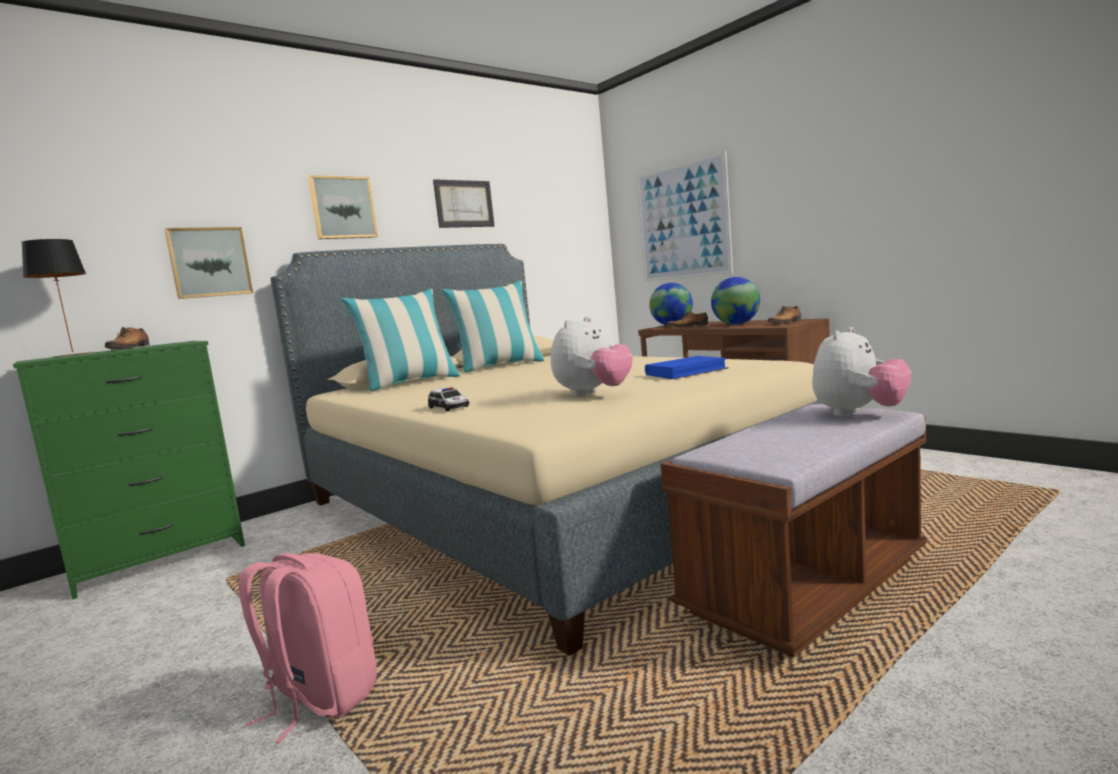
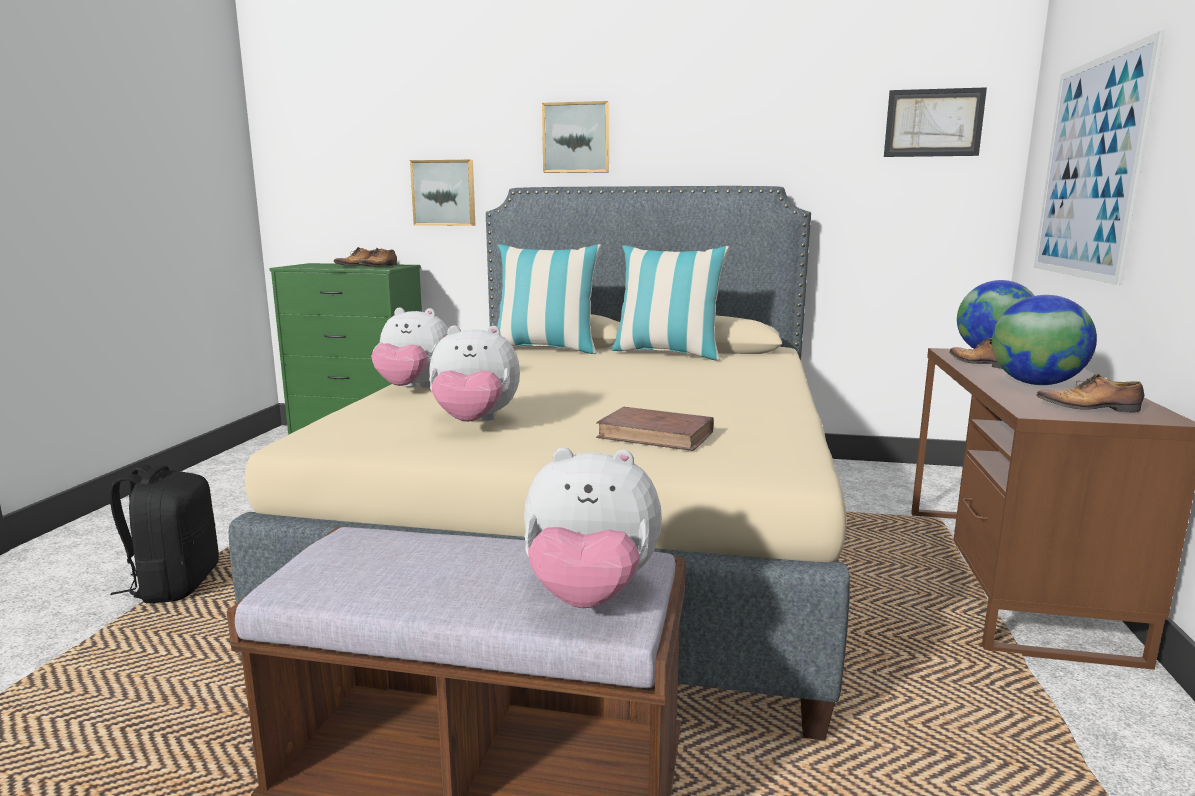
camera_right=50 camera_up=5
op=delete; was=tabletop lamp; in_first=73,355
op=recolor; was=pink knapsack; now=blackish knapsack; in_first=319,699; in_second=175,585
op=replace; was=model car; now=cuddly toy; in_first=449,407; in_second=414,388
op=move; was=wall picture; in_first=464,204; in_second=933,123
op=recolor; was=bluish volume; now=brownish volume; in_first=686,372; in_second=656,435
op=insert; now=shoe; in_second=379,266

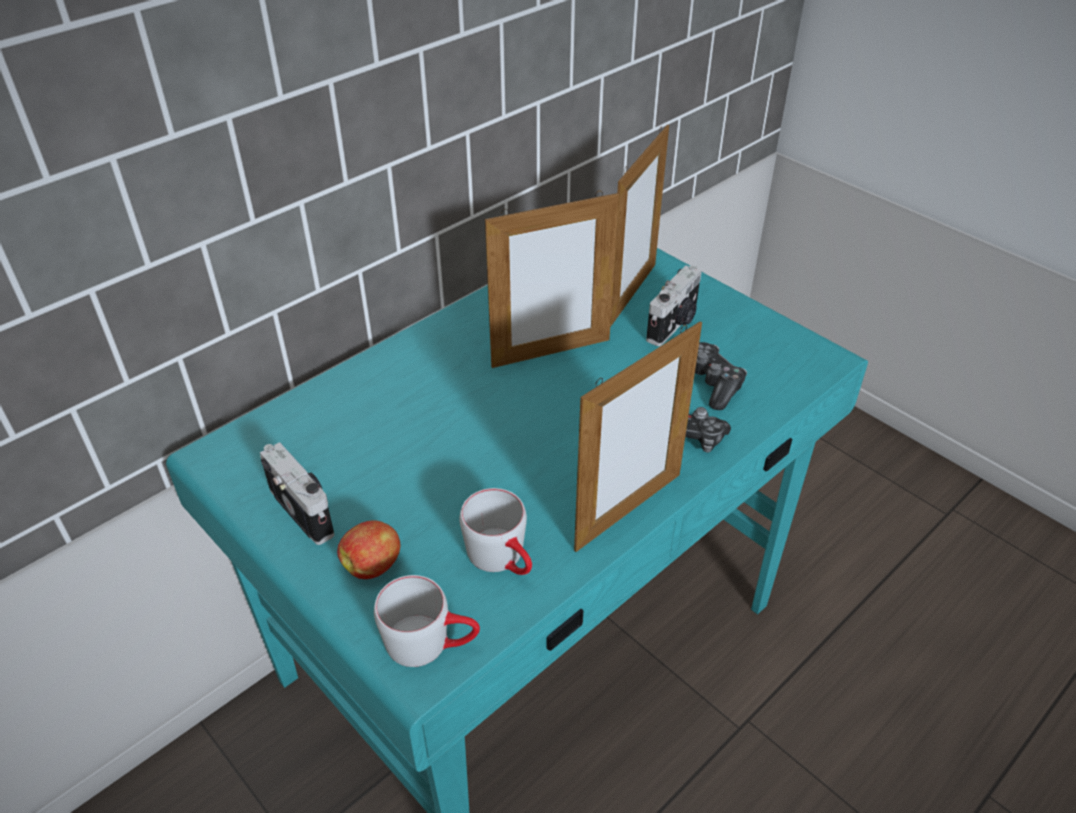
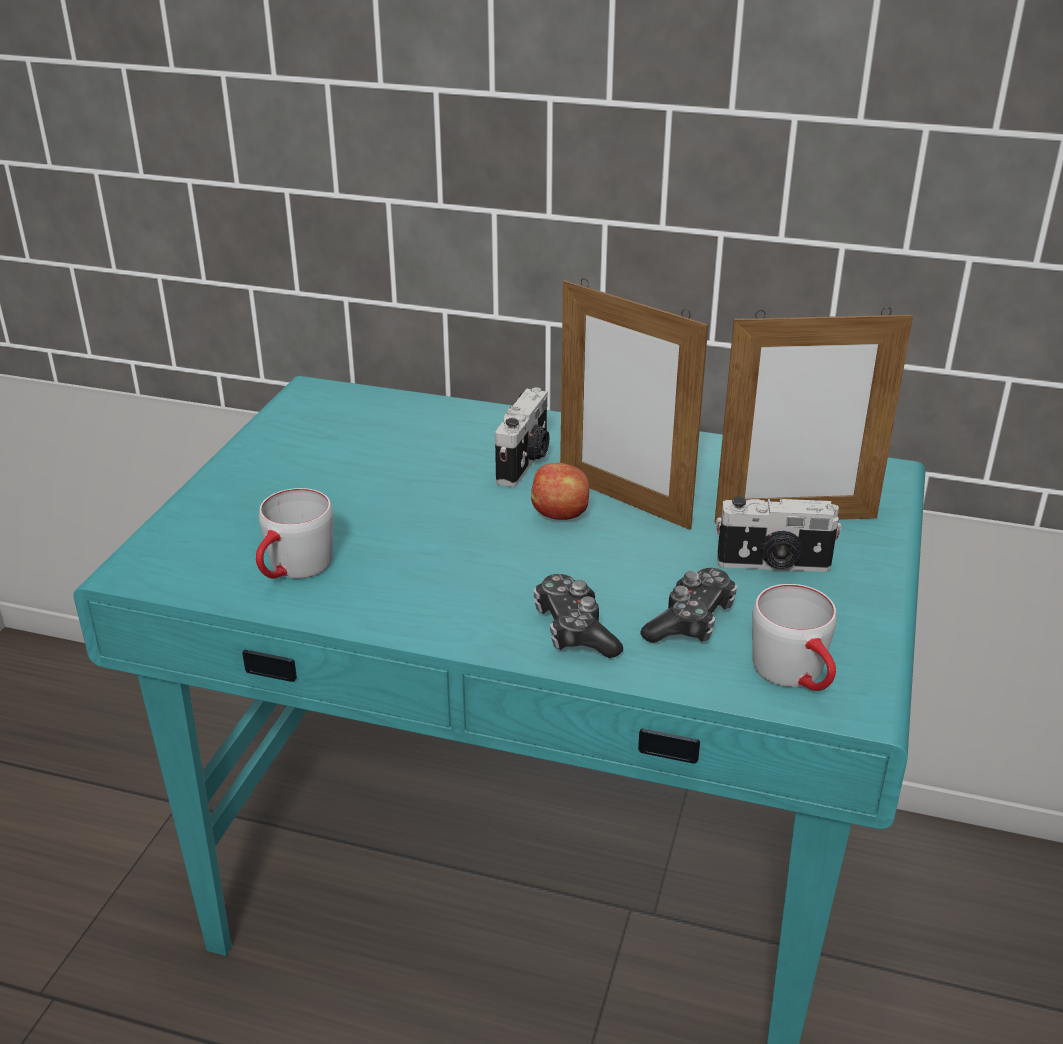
camera_right=60 camera_up=-10
op=move; was=photo camera; in_first=304,510; in_second=525,462
op=move; was=whole apple; in_first=373,565; in_second=561,515
op=move; was=greyish tea mug; in_first=431,643; in_second=797,676
op=delete; was=photo frame; in_first=628,511

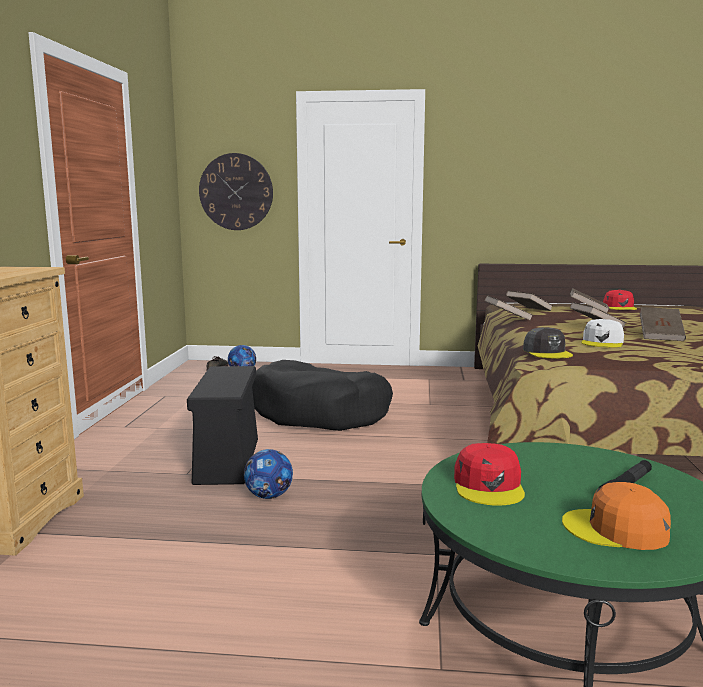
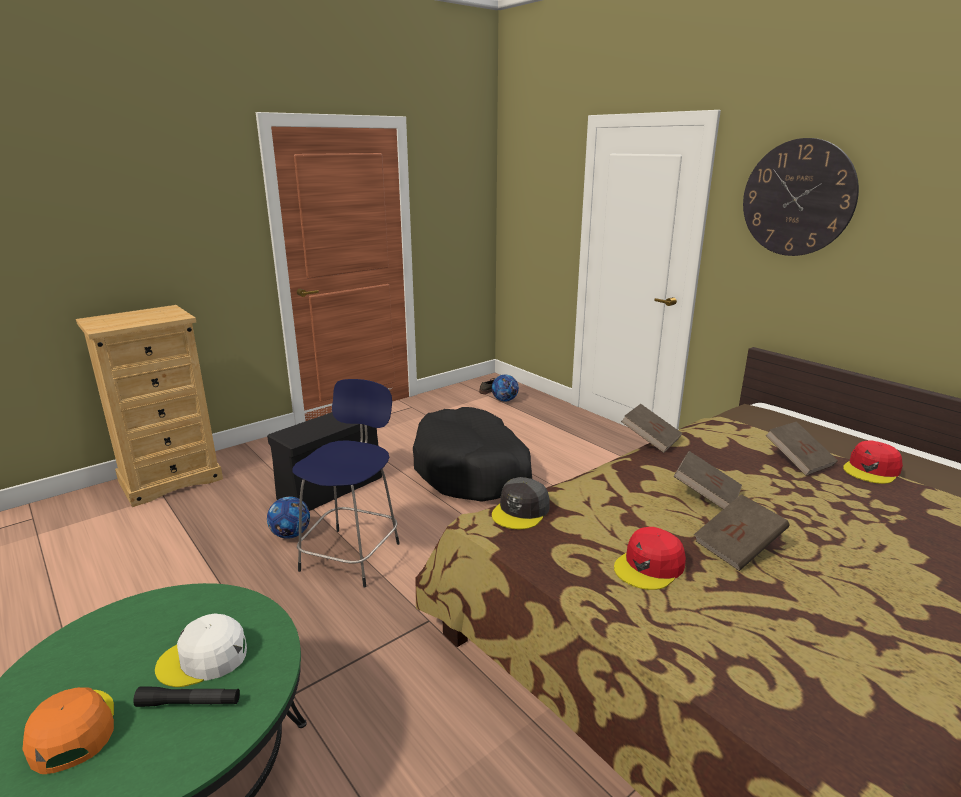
camera_right=45 camera_up=10
op=move; was=clock on the wall; in_first=236,192; in_second=797,198
op=move; was=red cap; in_first=489,486; in_second=650,566
op=delete; was=brownish volume; in_first=528,311
op=move; was=white cap; in_first=602,342; in_second=204,658
op=insert; now=bluish sitting stool; in_second=352,554

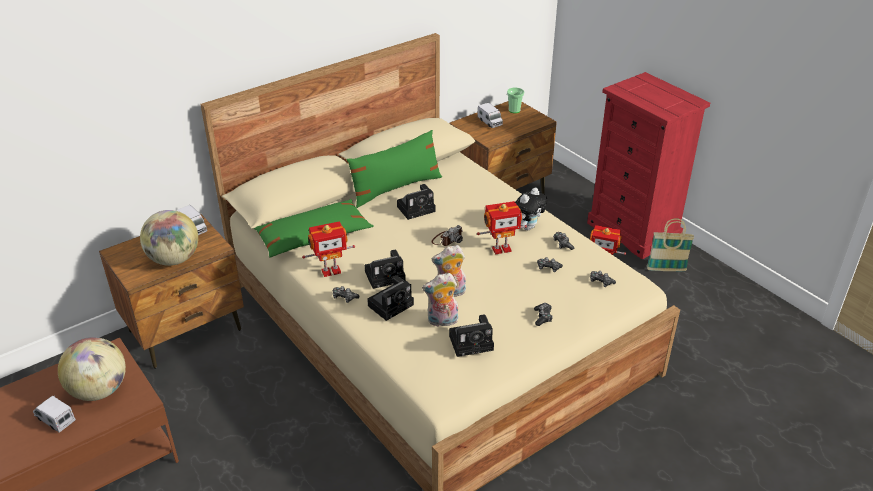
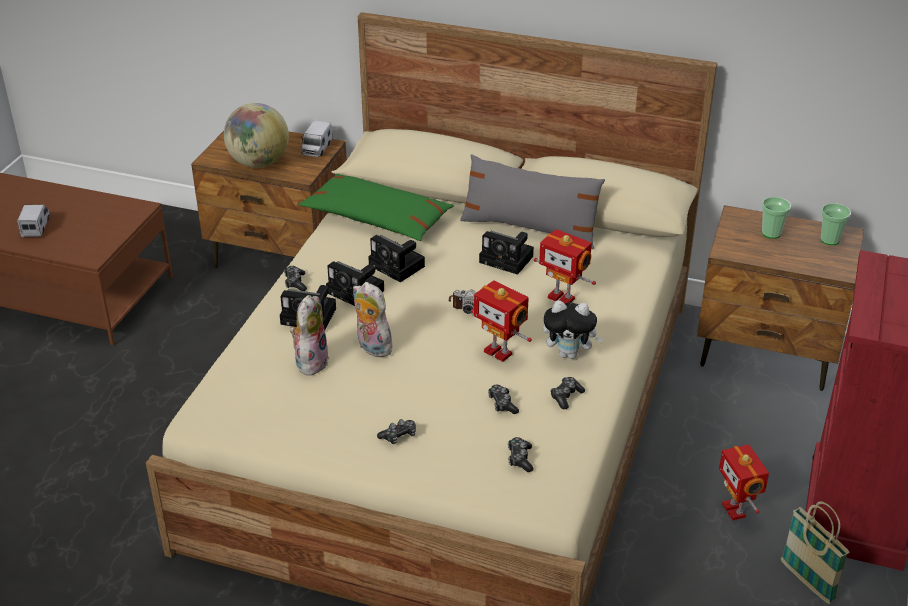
camera_right=55 camera_up=0
op=delete; was=globe; in_first=99,390
op=move; was=toy robot; in_first=330,271; in_second=562,297
op=recolor; was=greenish throw pillow; now=greyish throw pillow; in_first=395,188; in_second=530,228
op=rotate; was=cuddly toy; in_first=442,321; in_second=310,361; clockwise=60
op=move; was=photo camera; in_first=473,342; in_second=399,266
op=replace; was=model truck; now=drinking cup; in_first=490,122; in_second=771,233

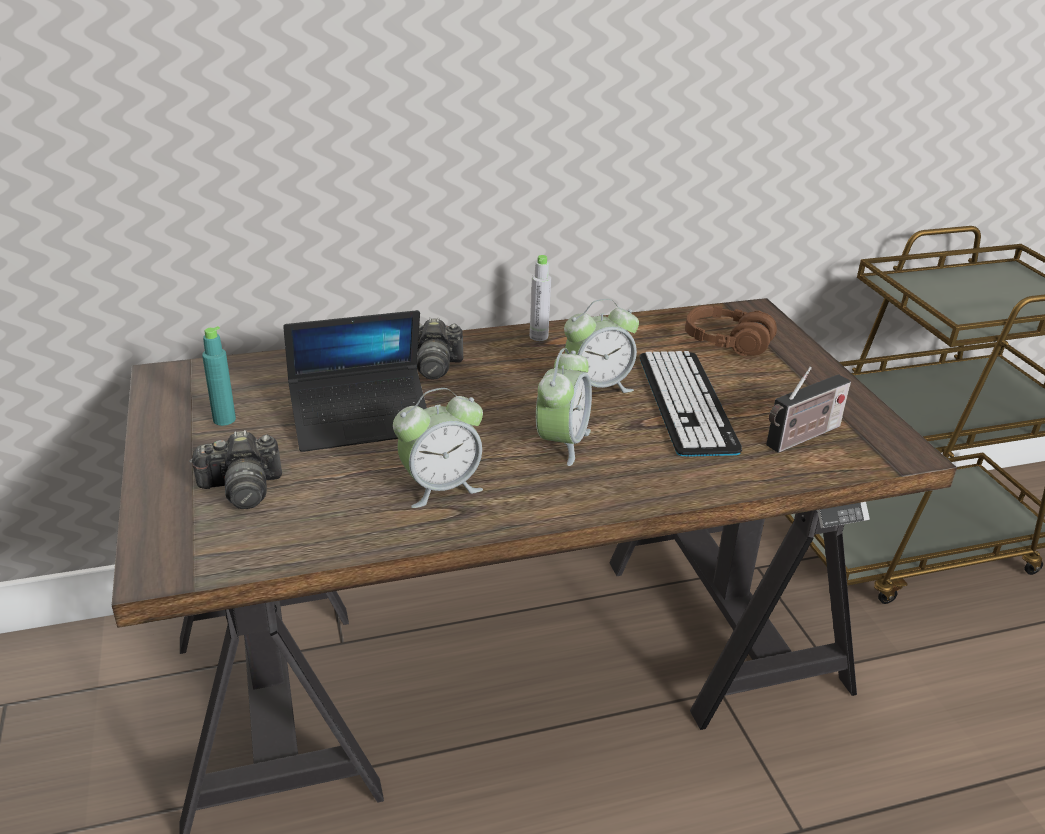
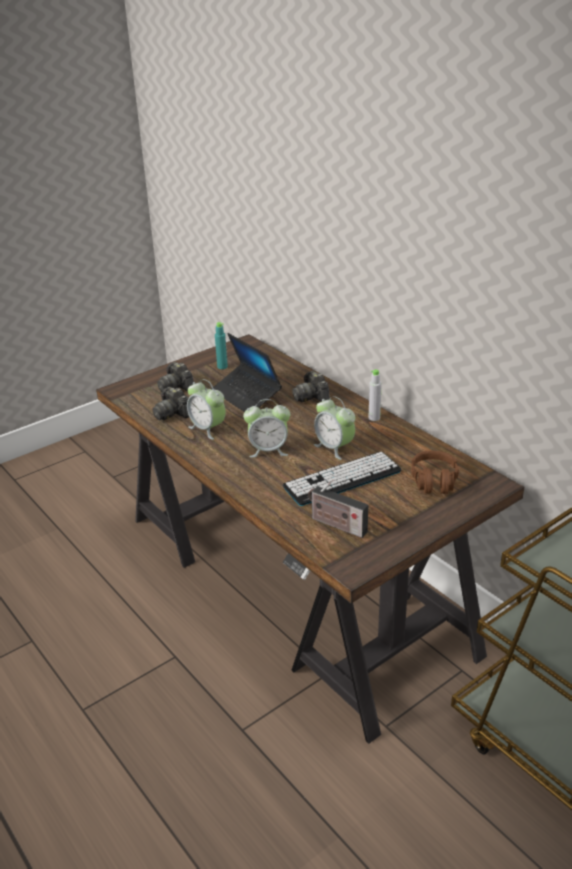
camera_right=70 camera_up=0
op=insert; now=photo camera; in_second=172,413

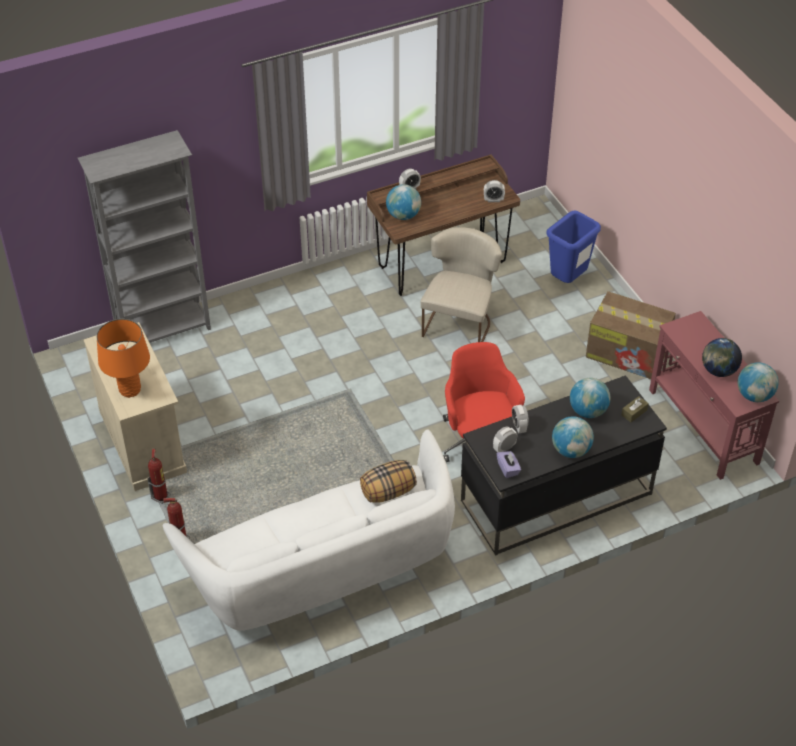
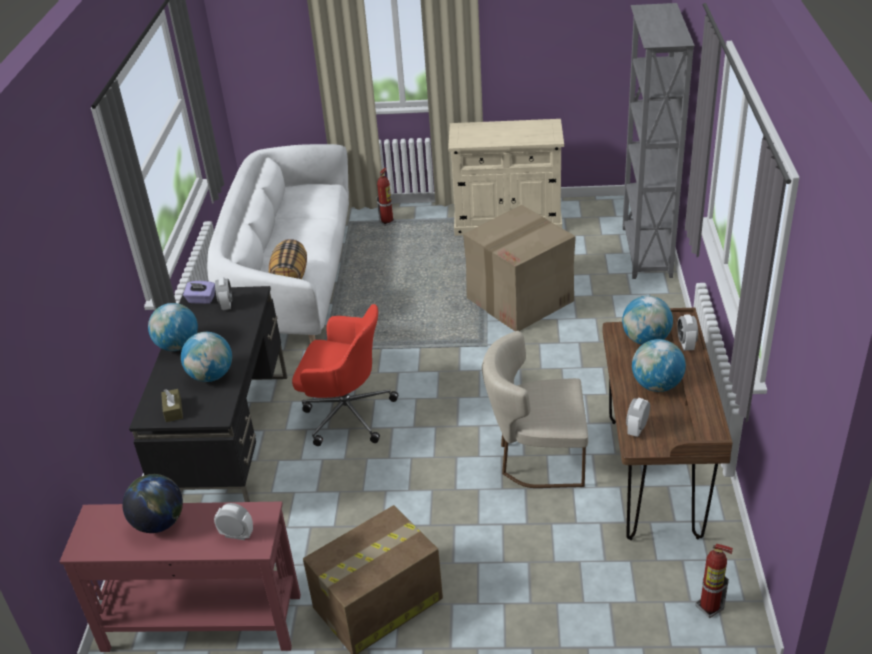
camera_right=120 camera_up=-10
op=delete; was=orange-coloured tabletop lamp; in_first=130,390
op=move; was=extinguisher; in_first=161,496; in_second=710,607
op=rotate; was=beige chair; in_first=460,322; in_second=536,459; clockwise=135
op=move; was=alarm clock; in_first=519,426; in_second=236,535
op=delete; was=bluish rubbish bin; in_first=567,280
op=move; was=globe; in_first=754,395; in_second=656,385
op=insert; now=packing box; in_second=520,299

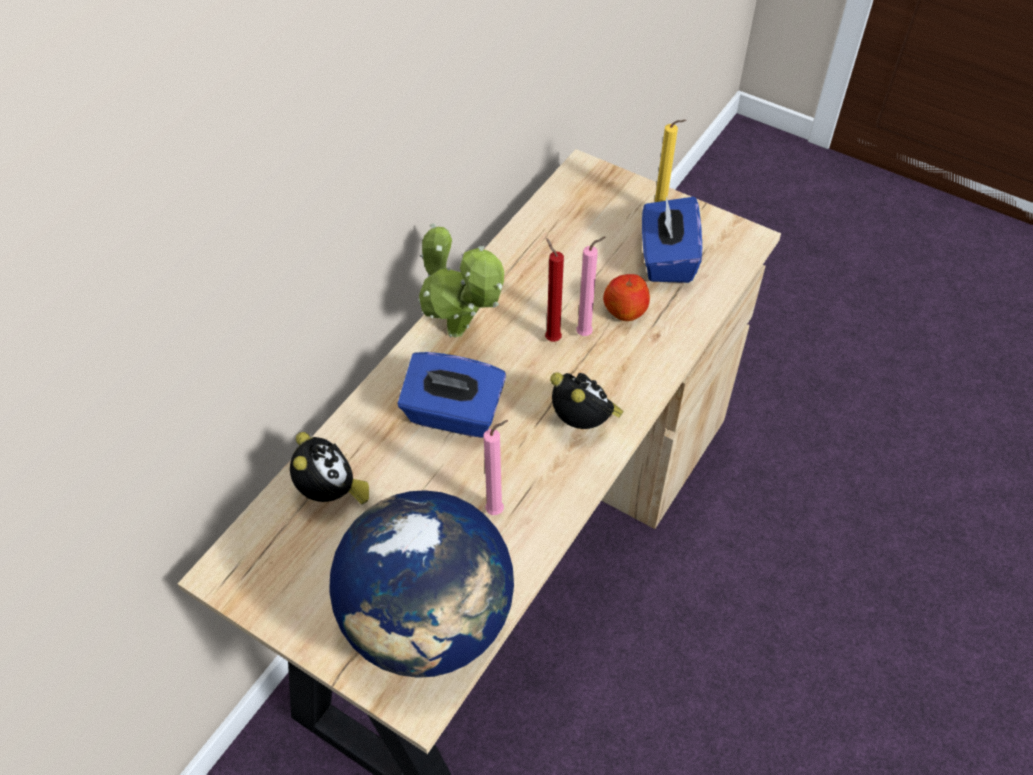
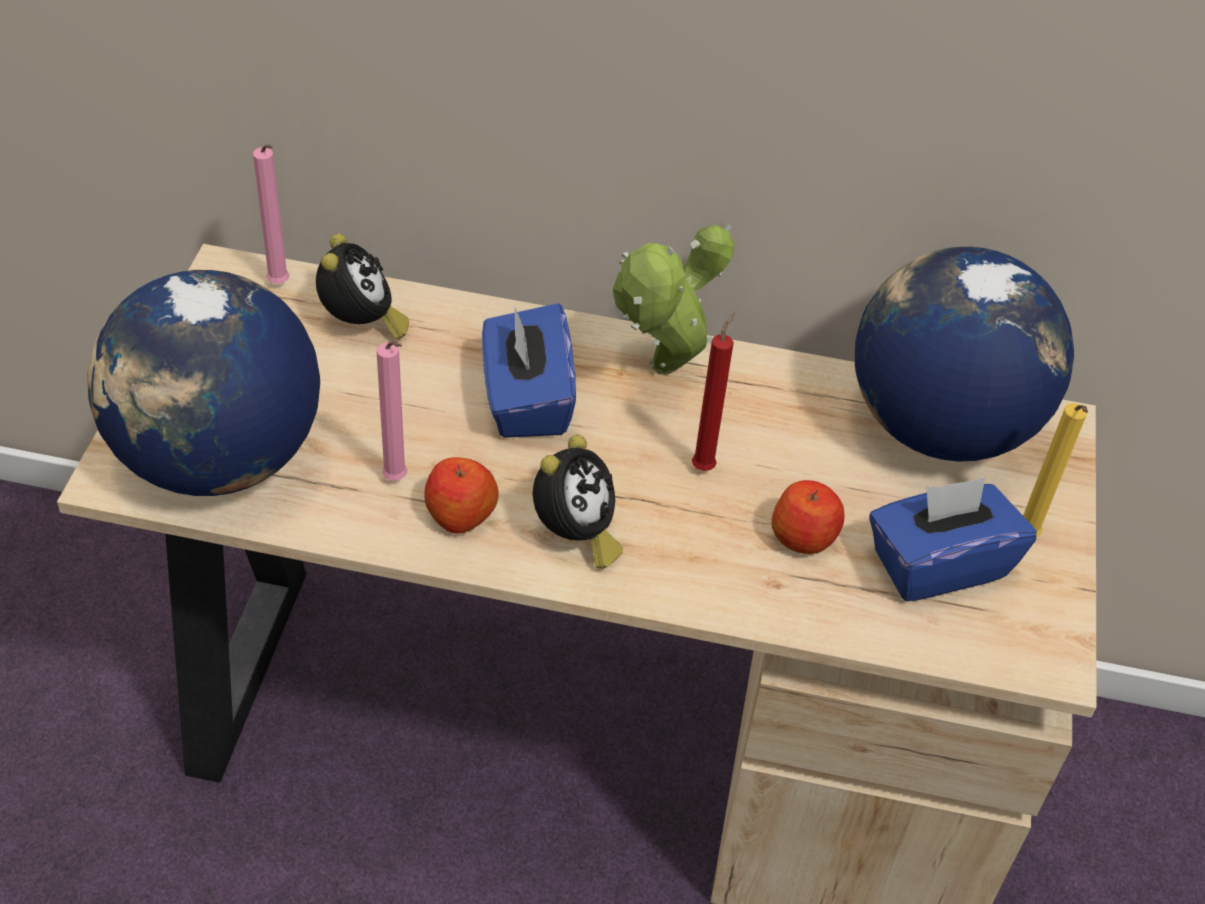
camera_right=65 camera_up=-5
op=rotate; was=alarm clock; in_first=331,494; in_second=361,325; clockwise=-60
op=move; was=pink wax candle; in_first=586,333; in_second=280,285
op=insert; now=whole apple; in_second=460,513
op=insert; now=globe; in_second=938,426

